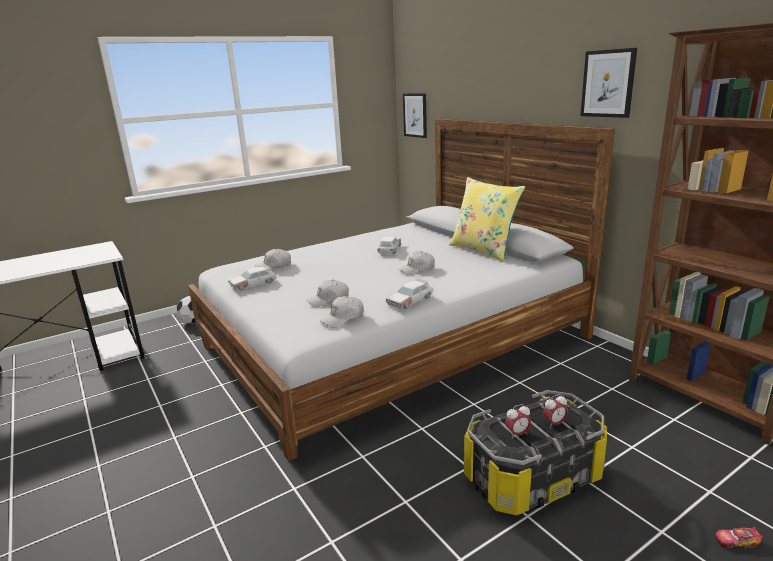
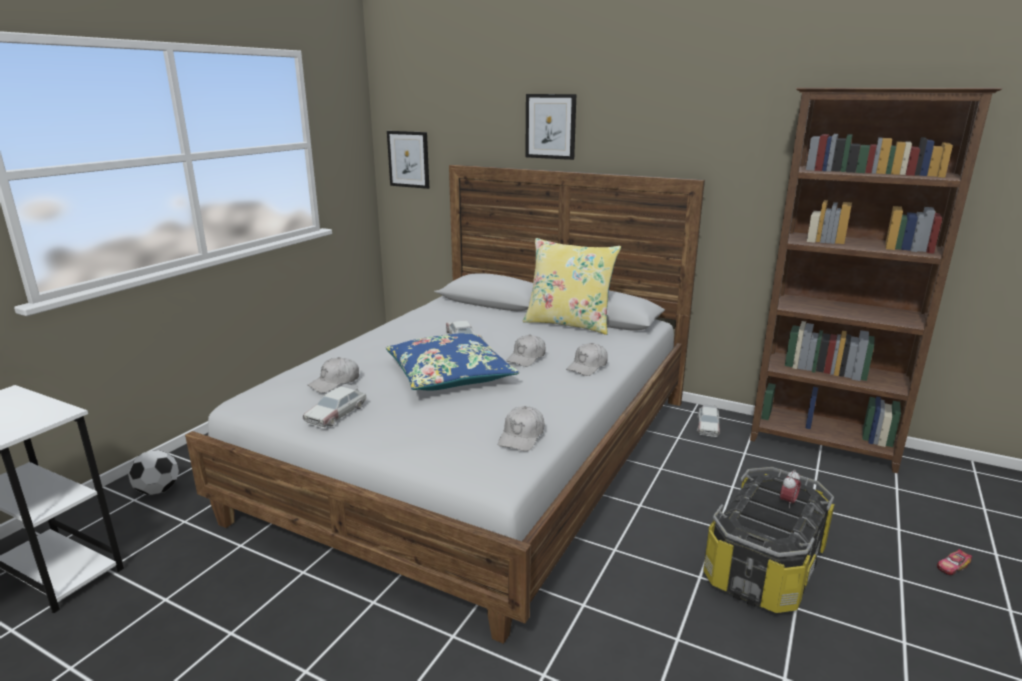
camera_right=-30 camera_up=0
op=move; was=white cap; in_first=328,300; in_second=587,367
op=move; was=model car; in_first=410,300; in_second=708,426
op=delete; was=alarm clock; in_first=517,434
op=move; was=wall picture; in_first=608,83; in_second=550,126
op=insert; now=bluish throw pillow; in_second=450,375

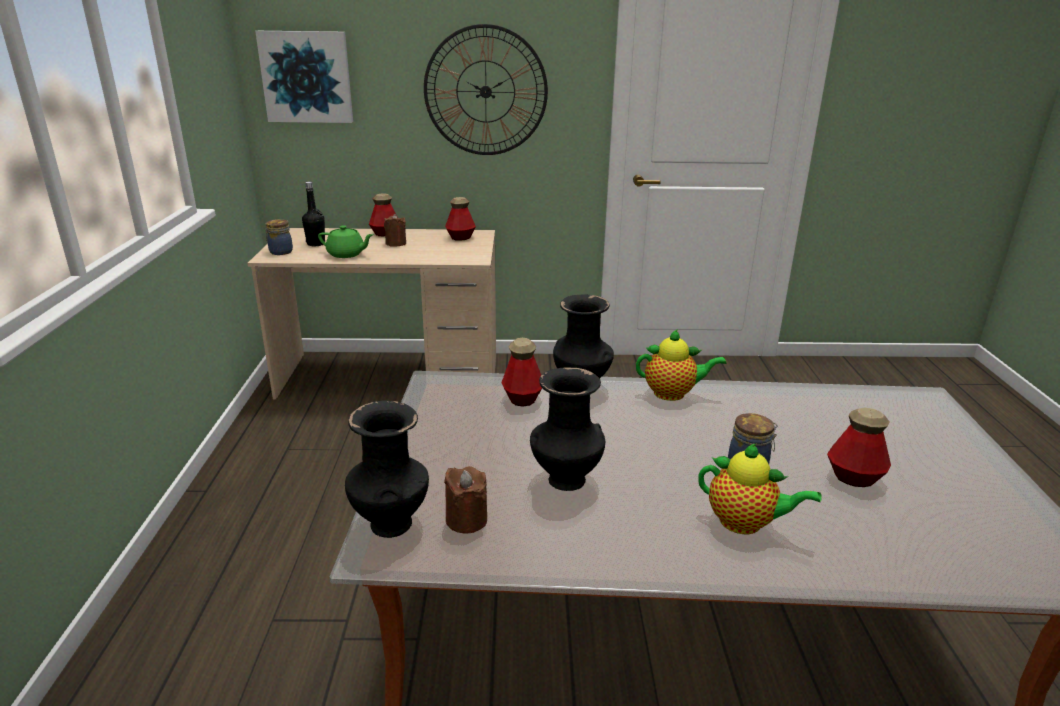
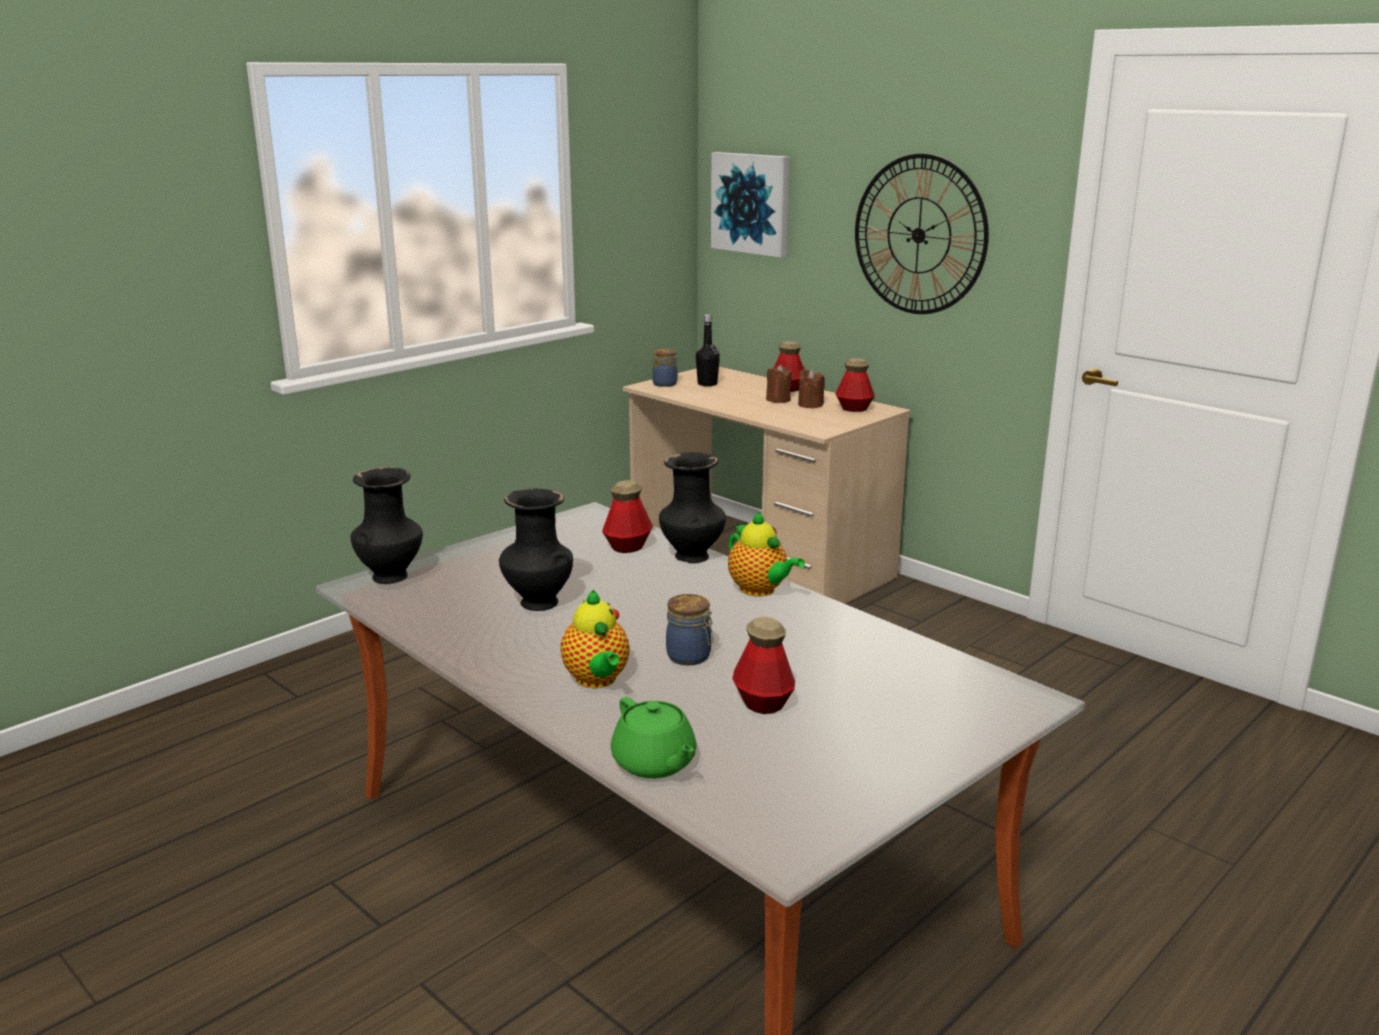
camera_right=45 camera_up=-5
op=move; was=greenish tea pot; in_first=346,254; in_second=654,764
op=move; was=brownish wax candle; in_first=466,520; in_second=810,405

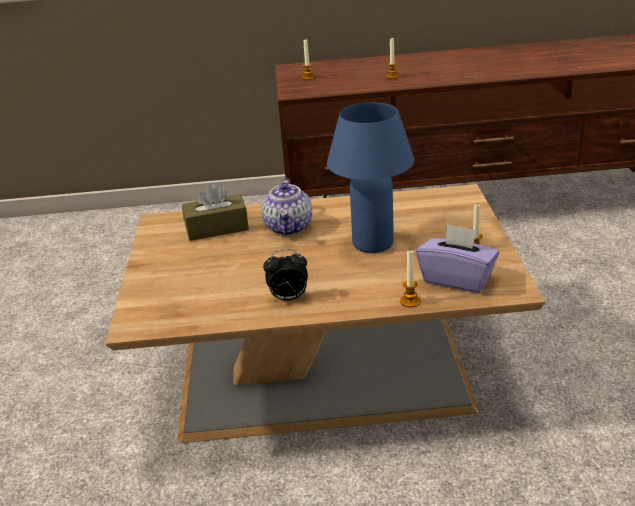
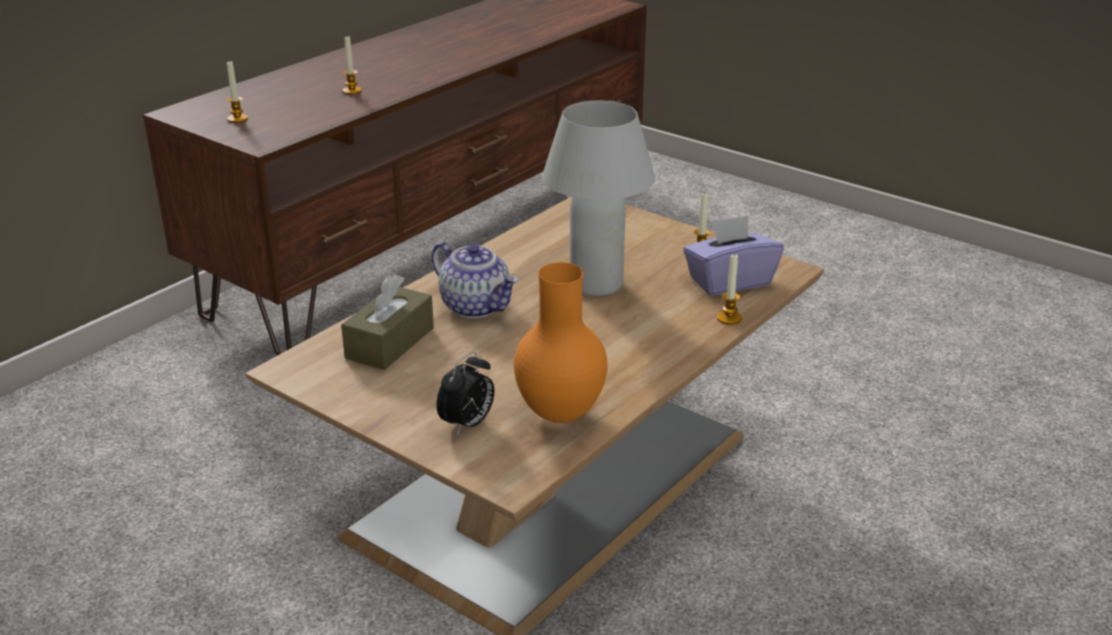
camera_right=-50 camera_up=0
op=move; was=alarm clock; in_first=288,298; in_second=467,424
op=recolor; was=bluish tabletop lamp; now=white tabletop lamp; in_first=373,244; in_second=596,284
op=insert; now=orange-coloured flower vase; in_second=560,413

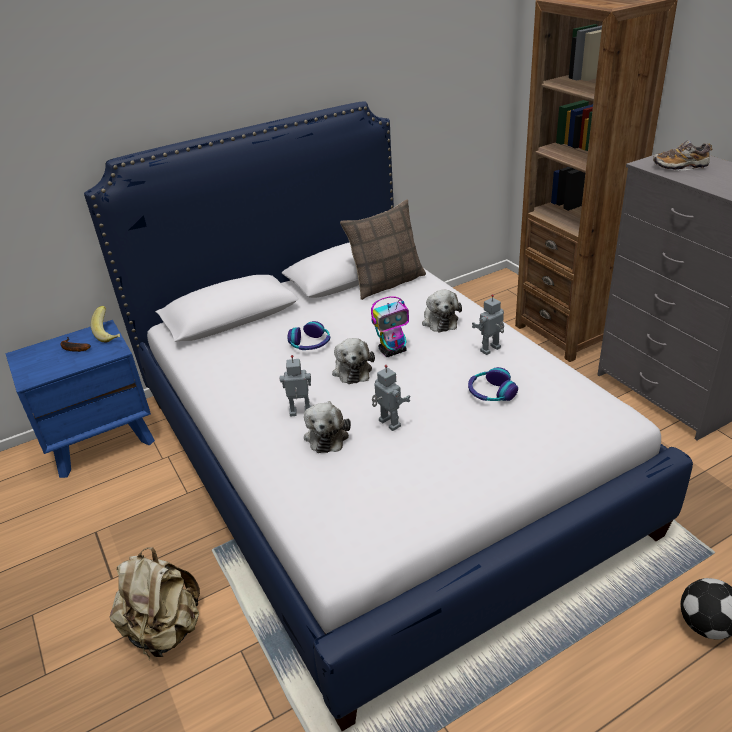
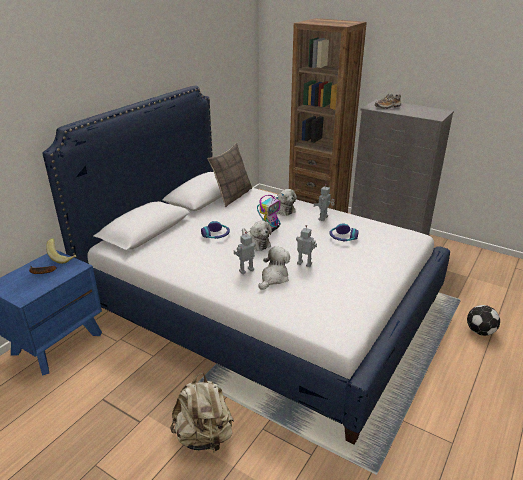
camera_right=-30 camera_up=-5
op=rotate; was=cuddly toy; in_first=327,435; in_second=274,278; clockwise=-120

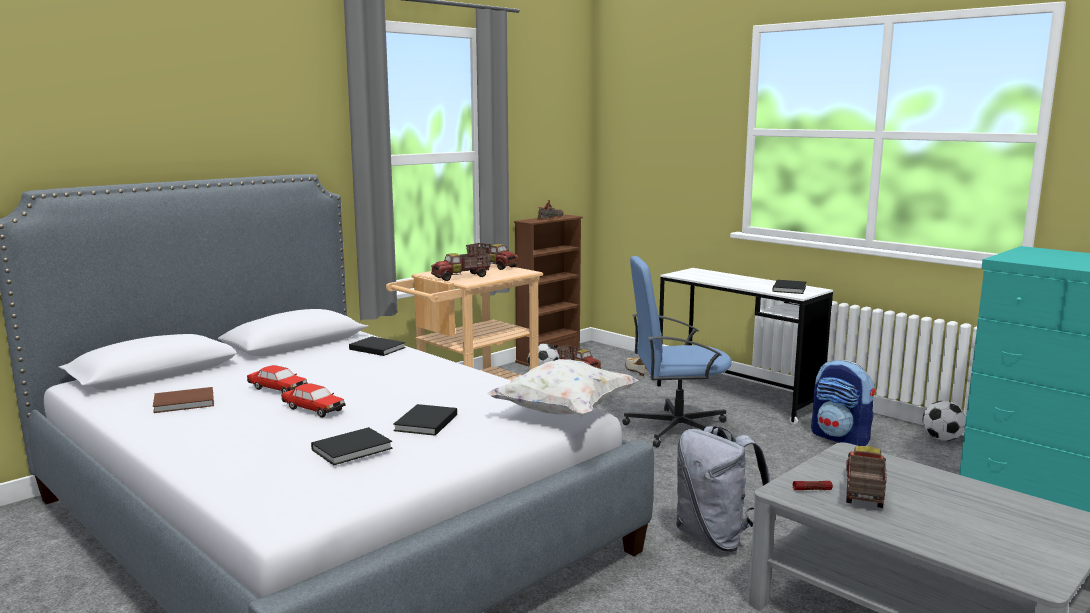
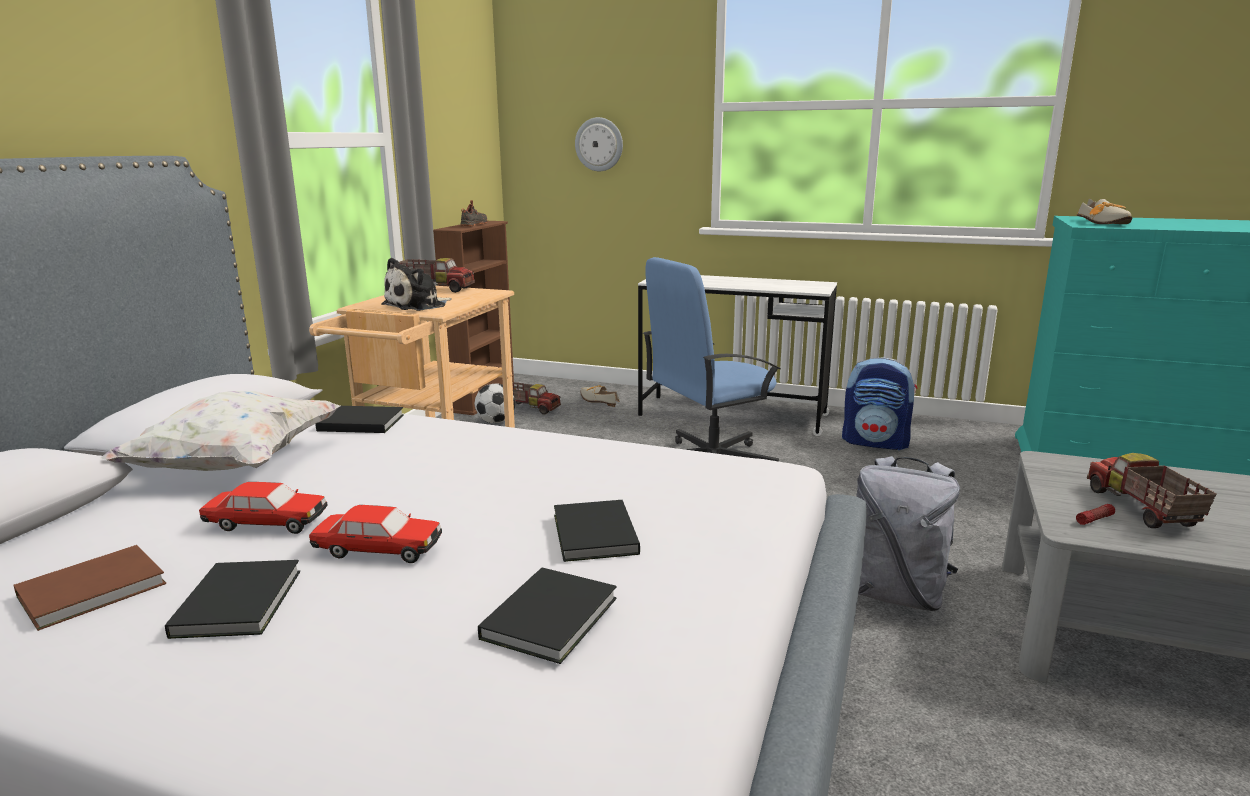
camera_right=-25 camera_up=5
op=replace; was=model truck; now=cuddly toy; in_first=462,277; in_second=418,306
op=move; was=white throw pillow; in_first=563,412; in_second=235,465
op=move; was=blackish volume; in_first=790,288; in_second=241,601
op=delete; was=football ball; in_first=942,439
op=insert; now=clock on the wall; in_second=599,144
op=insert; now=shoe; in_second=1104,223

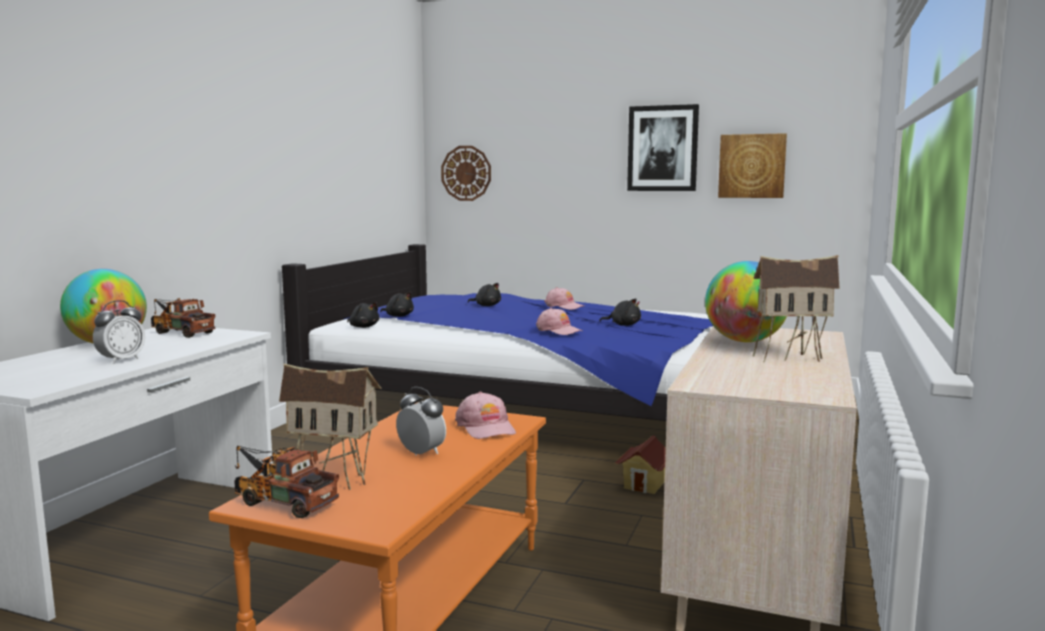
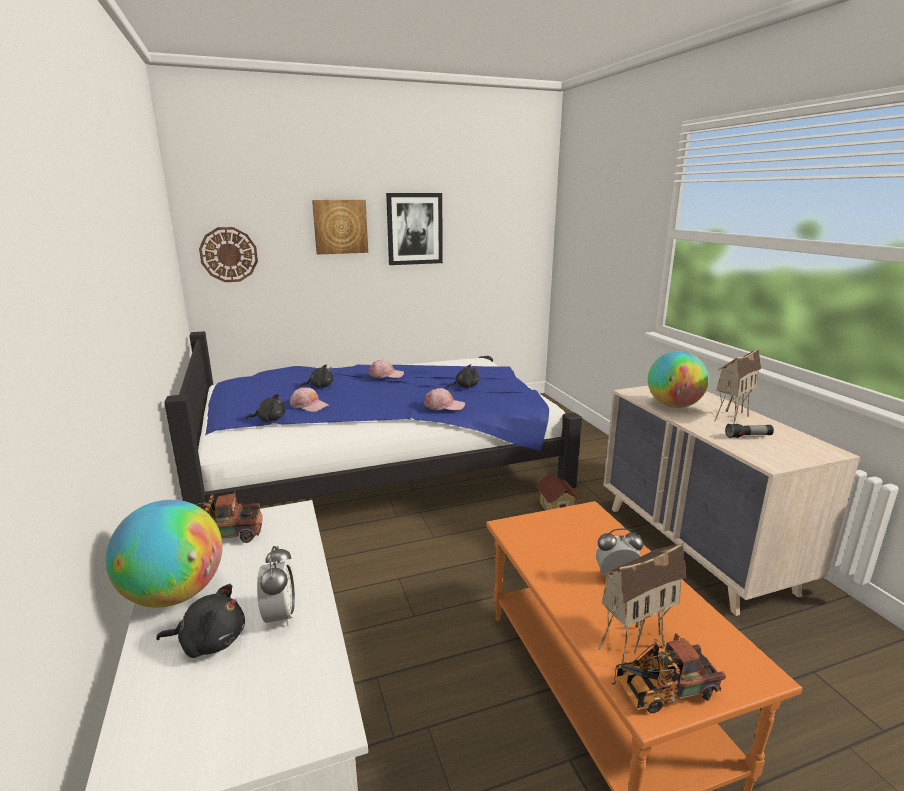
camera_right=-40 camera_up=10
op=move; was=blackish cuddly toy; in_first=363,327; in_second=210,641
op=move; was=pink cap; in_first=486,428; in_second=309,405
op=move; was=wall picture; in_first=752,166; in_second=340,226
op=insert; now=hand torch; in_second=748,436

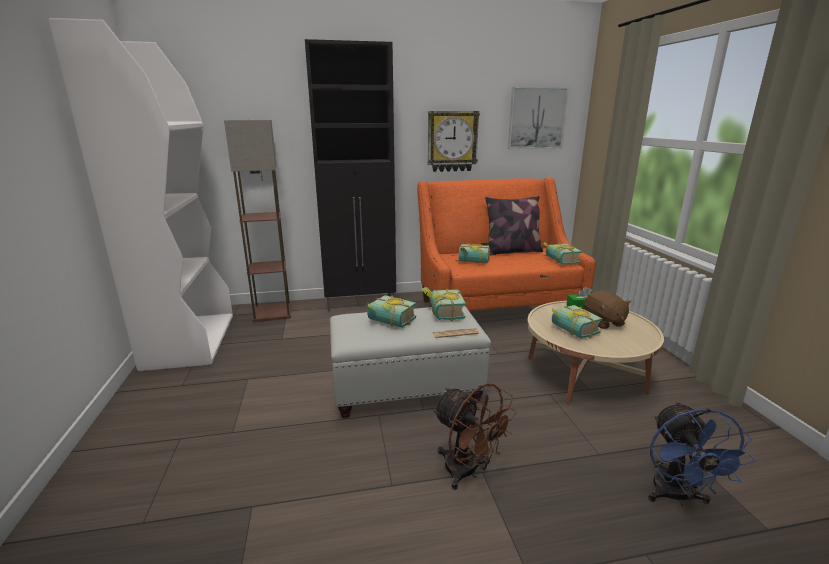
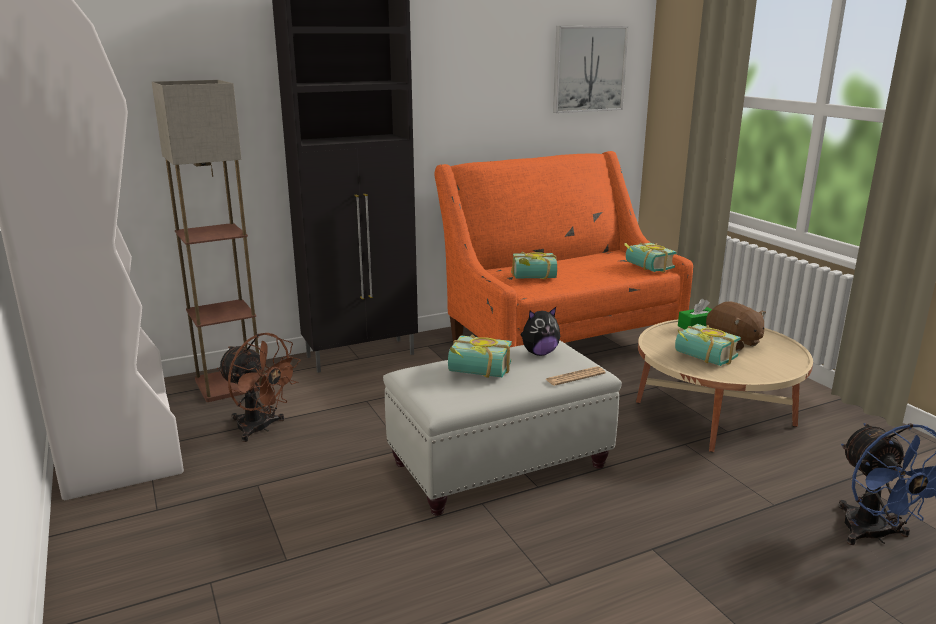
camera_right=-15 camera_up=0
op=replace; was=volume; now=cuddly toy; in_first=442,313; in_second=539,353
op=delete; was=clock on the wall; in_first=452,141
op=move; was=brownish cooling fan; in_first=468,472; in_second=261,429
op=delete; was=throw pillow; in_first=512,251

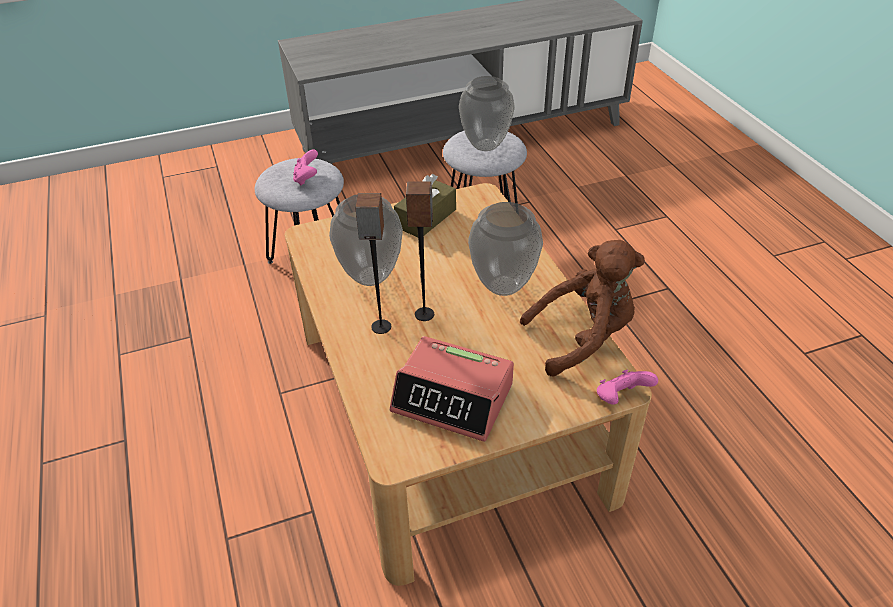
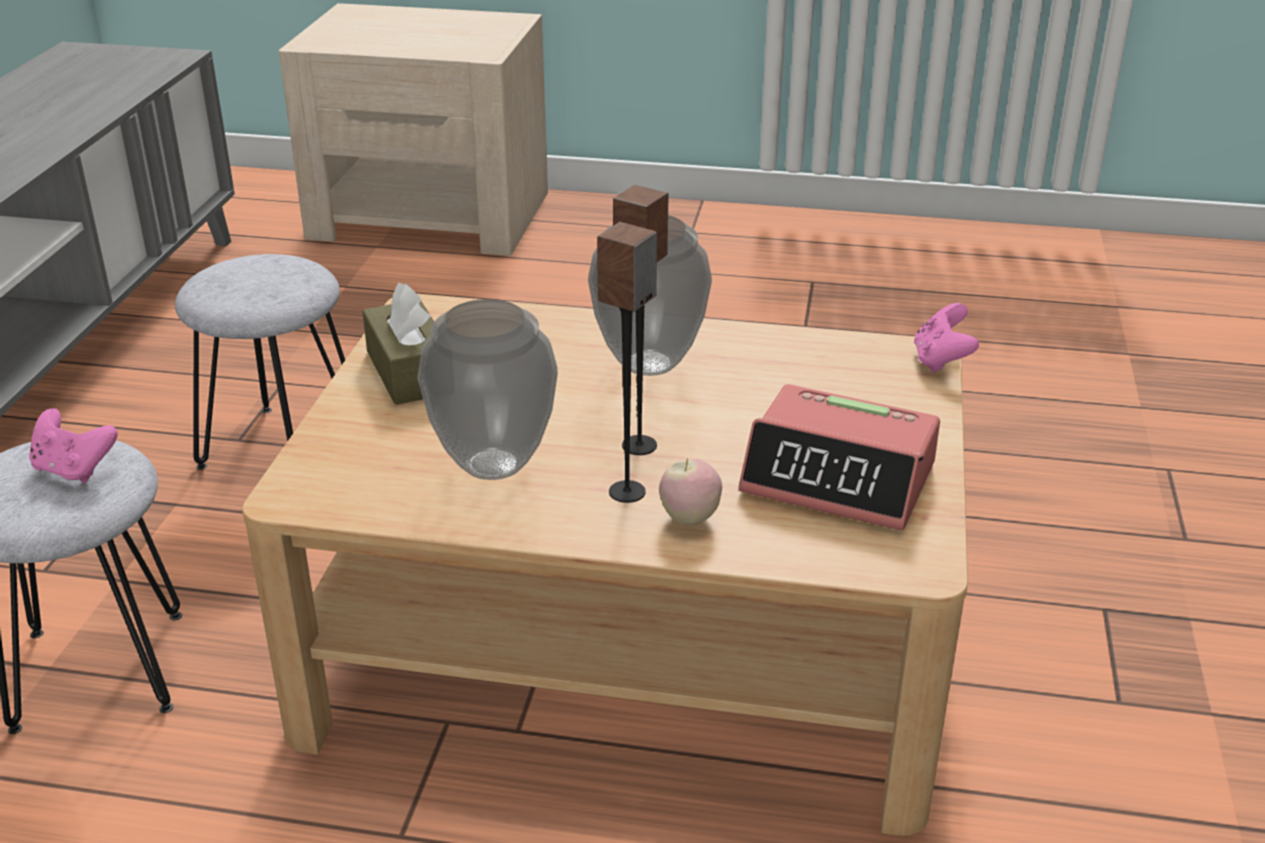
camera_right=-60 camera_up=-10
op=rotate; was=alarm clock; in_first=453,398; in_second=840,478; clockwise=60
op=delete; was=flower vase; in_first=485,145
op=delete; was=brownish cuddly toy; in_first=583,338
op=insert; now=beige night table; in_second=431,215
op=insert; now=whole apple; in_second=690,518

